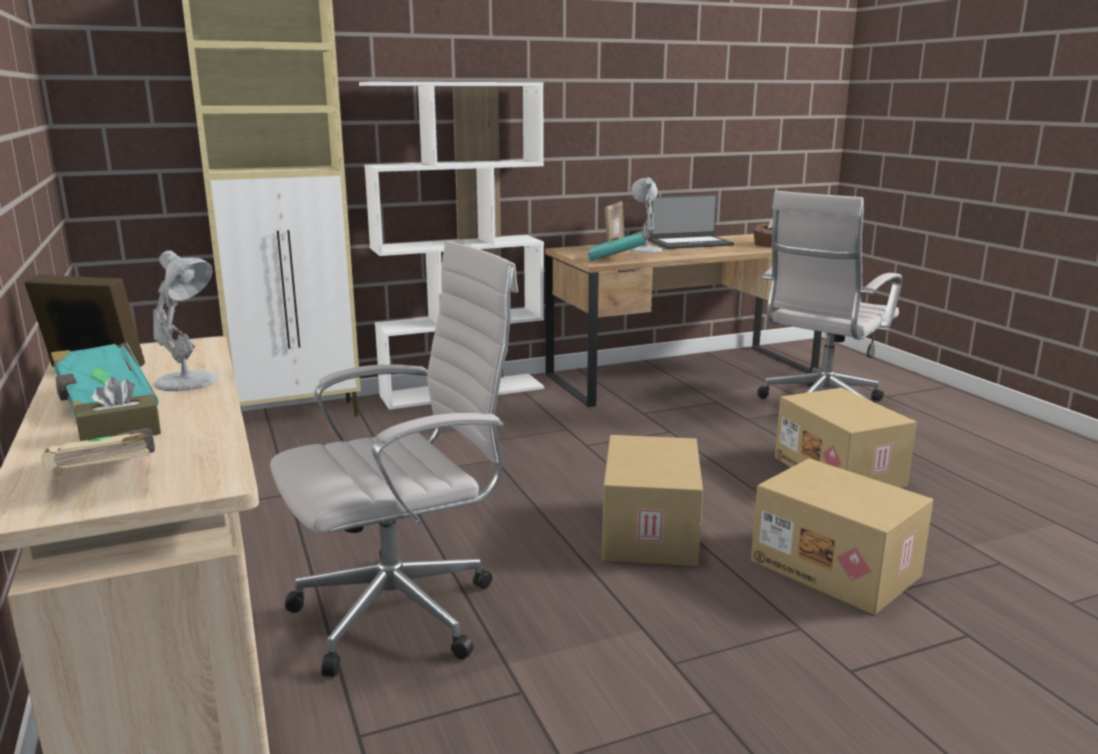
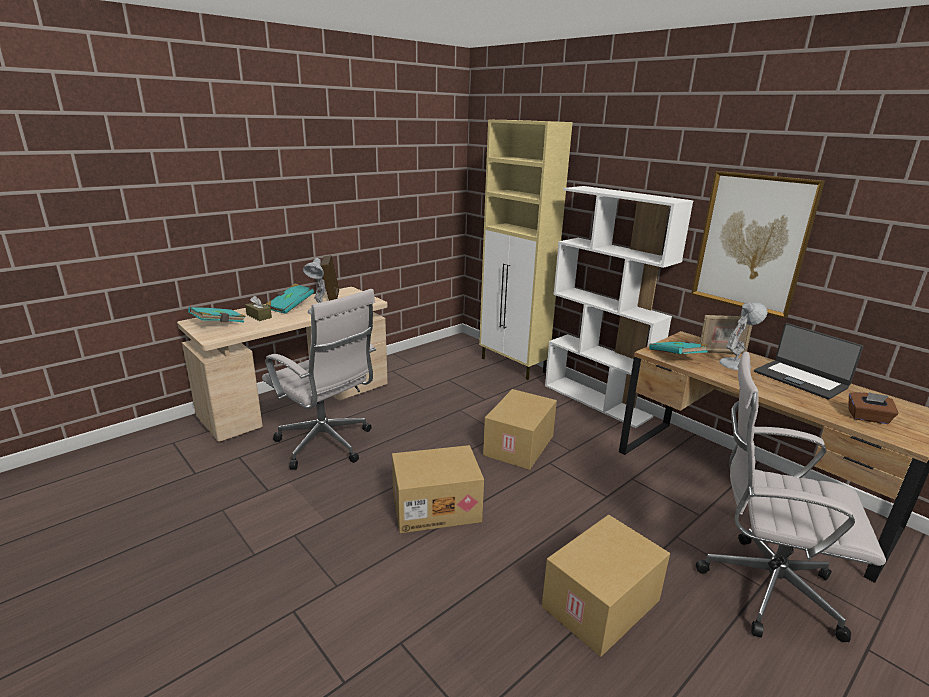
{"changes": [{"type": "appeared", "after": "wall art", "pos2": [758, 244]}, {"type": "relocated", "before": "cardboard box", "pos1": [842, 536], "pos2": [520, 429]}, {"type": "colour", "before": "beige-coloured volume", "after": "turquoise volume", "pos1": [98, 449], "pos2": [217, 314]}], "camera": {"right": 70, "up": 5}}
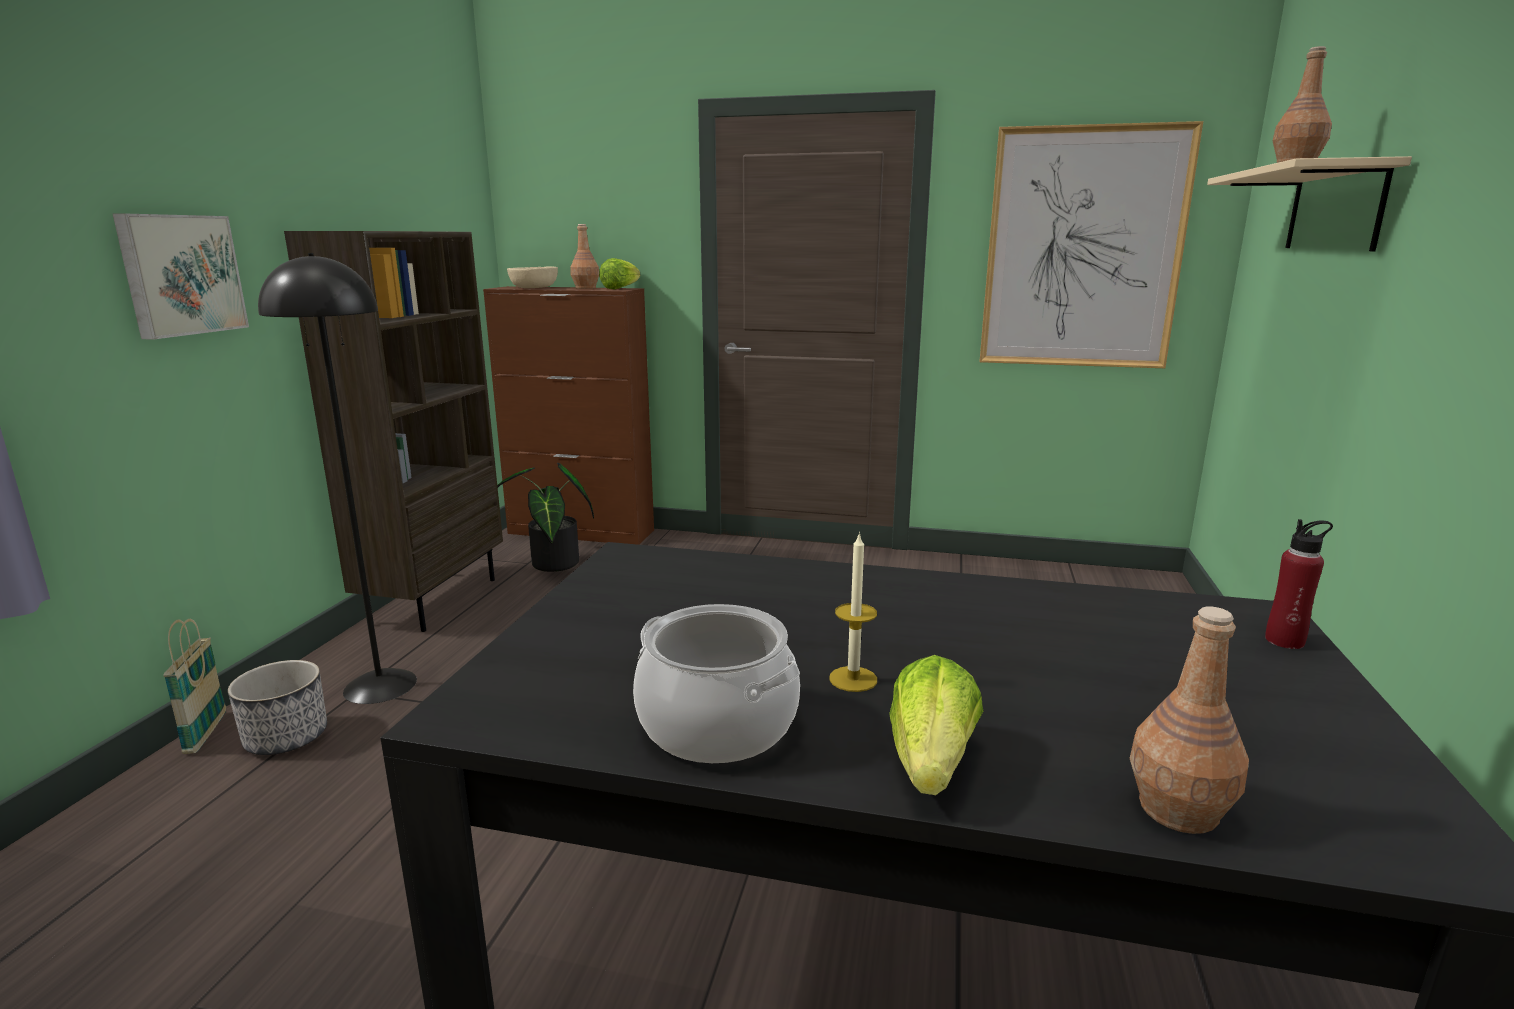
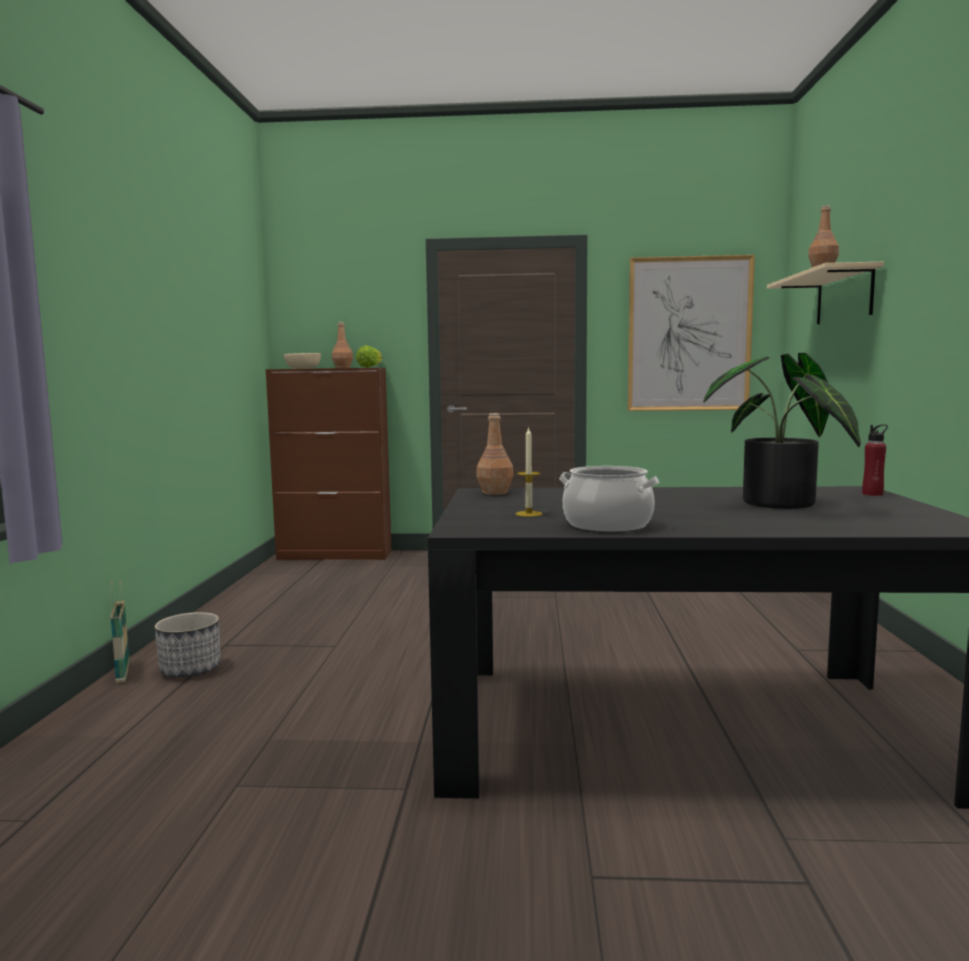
{"changes": [{"type": "missing", "before": "wall art", "pos1": [181, 276]}, {"type": "missing", "before": "black standard lamp", "pos1": [337, 478]}, {"type": "missing", "before": "brownish bookcase", "pos1": [393, 431]}, {"type": "missing", "before": "head of lettuce", "pos1": [936, 725]}, {"type": "relocated", "before": "potted plant", "pos1": [545, 517], "pos2": [782, 431]}, {"type": "relocated", "before": "wax candle", "pos1": [853, 612], "pos2": [529, 471]}, {"type": "relocated", "before": "brownish bottle", "pos1": [1189, 720], "pos2": [494, 454]}], "camera": {"right": -10, "up": -10}}
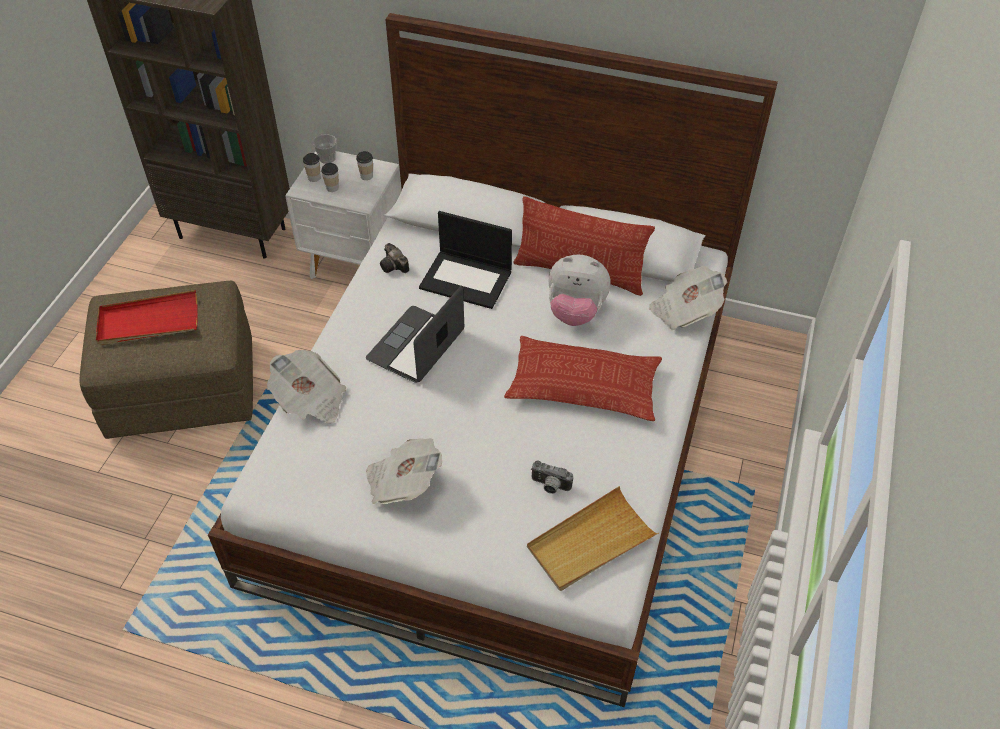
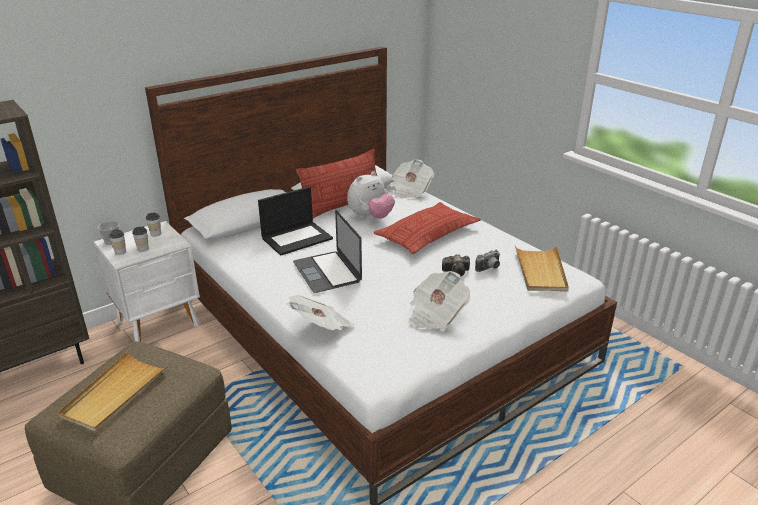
{"changes": [{"type": "relocated", "before": "photo camera", "pos1": [394, 258], "pos2": [456, 266]}, {"type": "colour", "before": "reddish carrying tray", "after": "beige-coloured carrying tray", "pos1": [147, 317], "pos2": [112, 392]}], "camera": {"right": -55, "up": -20}}
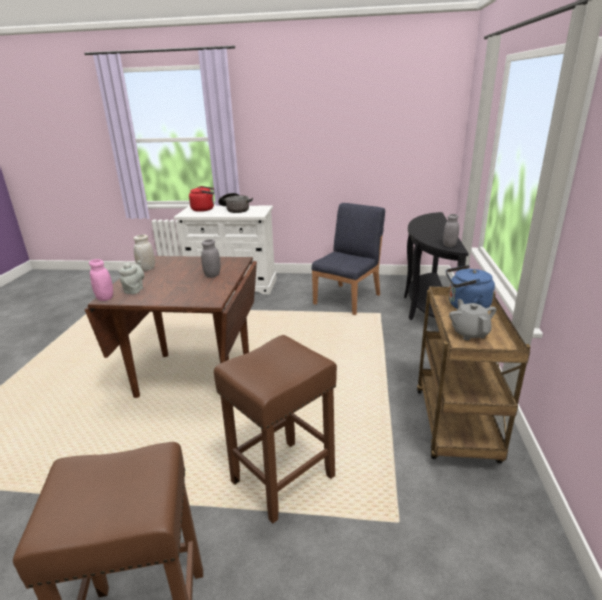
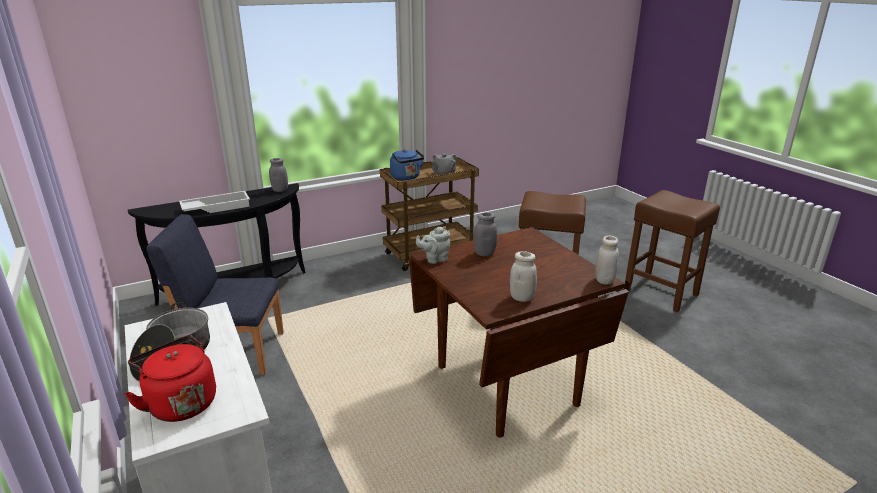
{"changes": [{"type": "appeared", "after": "white-coloured carrying tray", "pos2": [214, 202]}, {"type": "relocated", "before": "gray pot for tea", "pos1": [131, 277], "pos2": [433, 245]}, {"type": "colour", "before": "pink storage jar", "after": "white-coloured storage jar", "pos1": [101, 280], "pos2": [607, 260]}], "camera": {"right": -125, "up": 0}}
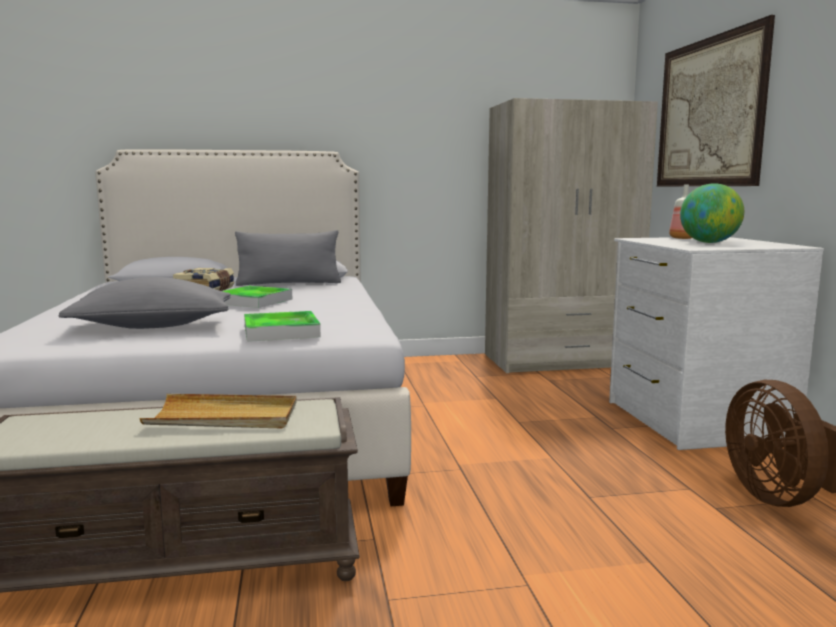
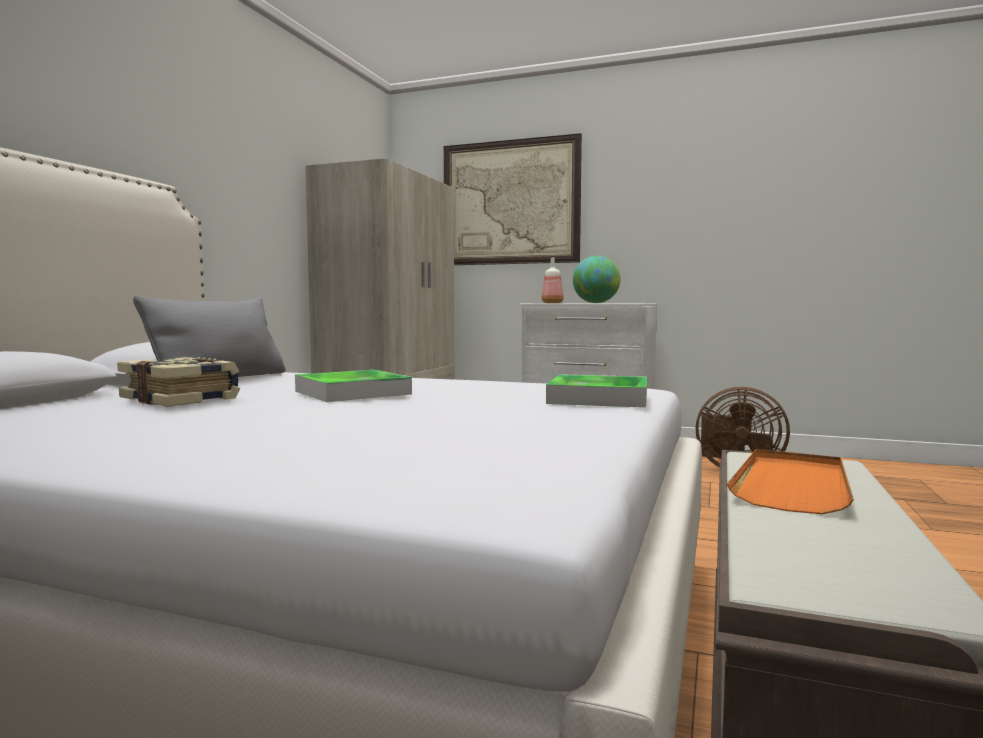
{"changes": [{"type": "missing", "before": "gray pillow", "pos1": [144, 303]}, {"type": "colour", "before": "beige-coloured carrying tray", "after": "orange carrying tray", "pos1": [218, 411], "pos2": [790, 481]}], "camera": {"right": -60, "up": -5}}
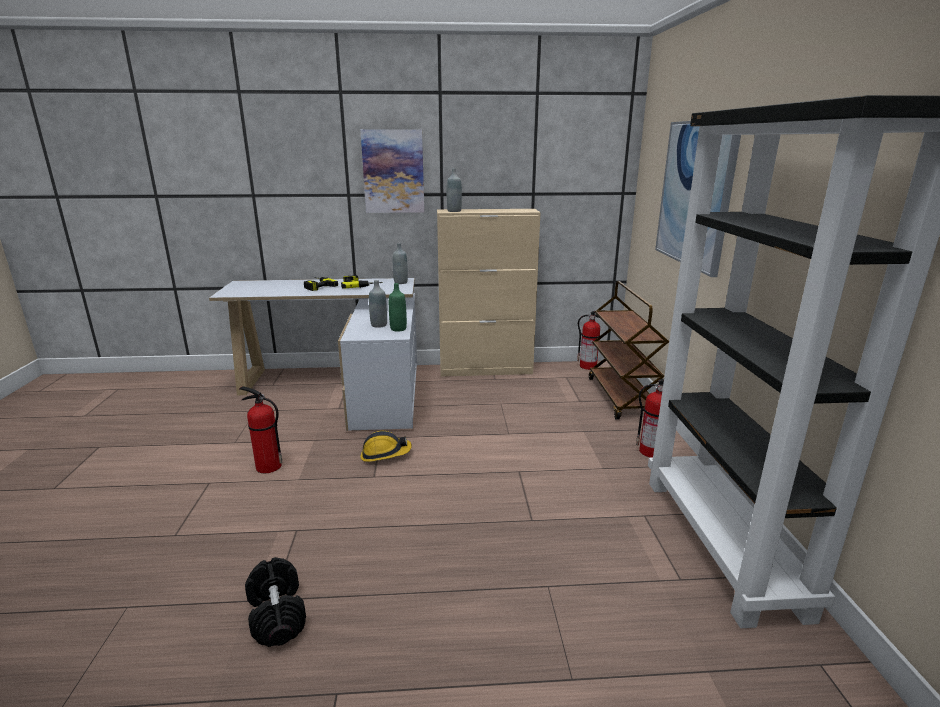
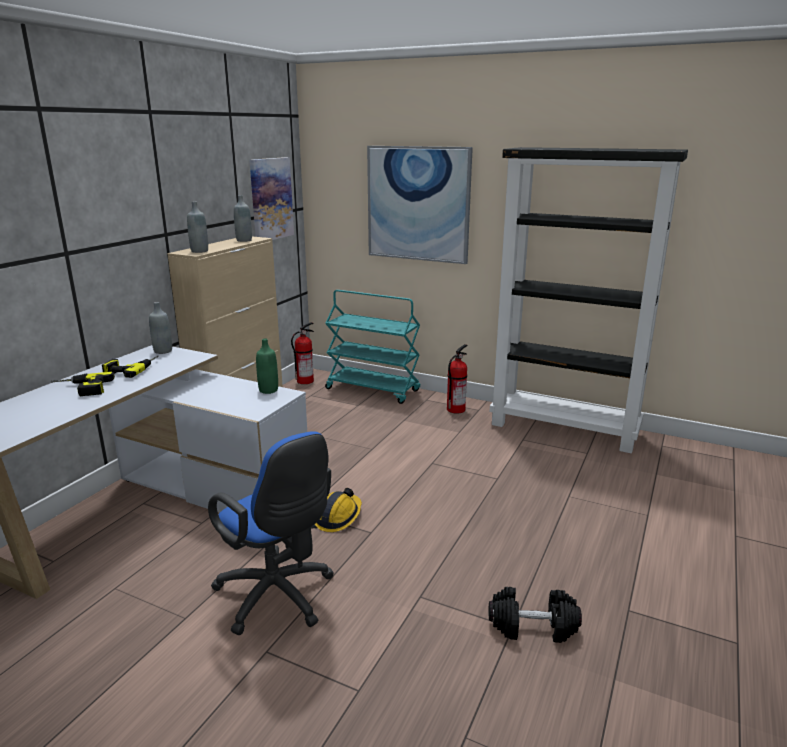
{"changes": [{"type": "relocated", "before": "wall art", "pos1": [392, 171], "pos2": [271, 198]}, {"type": "relocated", "before": "gray bottle", "pos1": [378, 304], "pos2": [243, 218]}, {"type": "exchanged", "before": "fire-fighting cylinder", "after": "bluish office chair", "pos1": [261, 429], "pos2": [271, 533]}, {"type": "colour", "before": "brownish trolley", "after": "turquoise trolley", "pos1": [629, 350], "pos2": [372, 347]}], "camera": {"right": -60, "up": 0}}
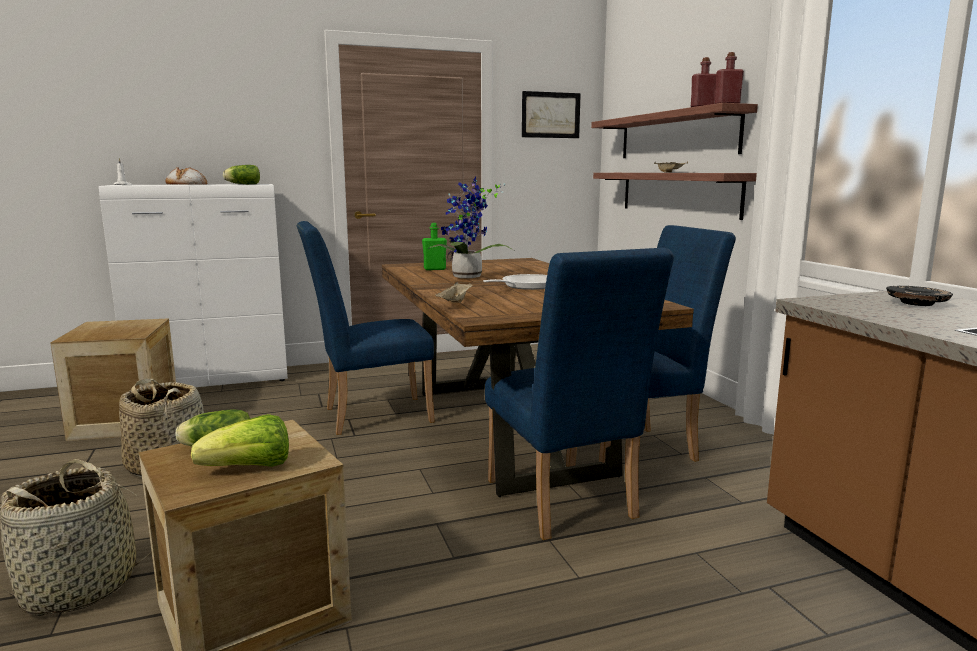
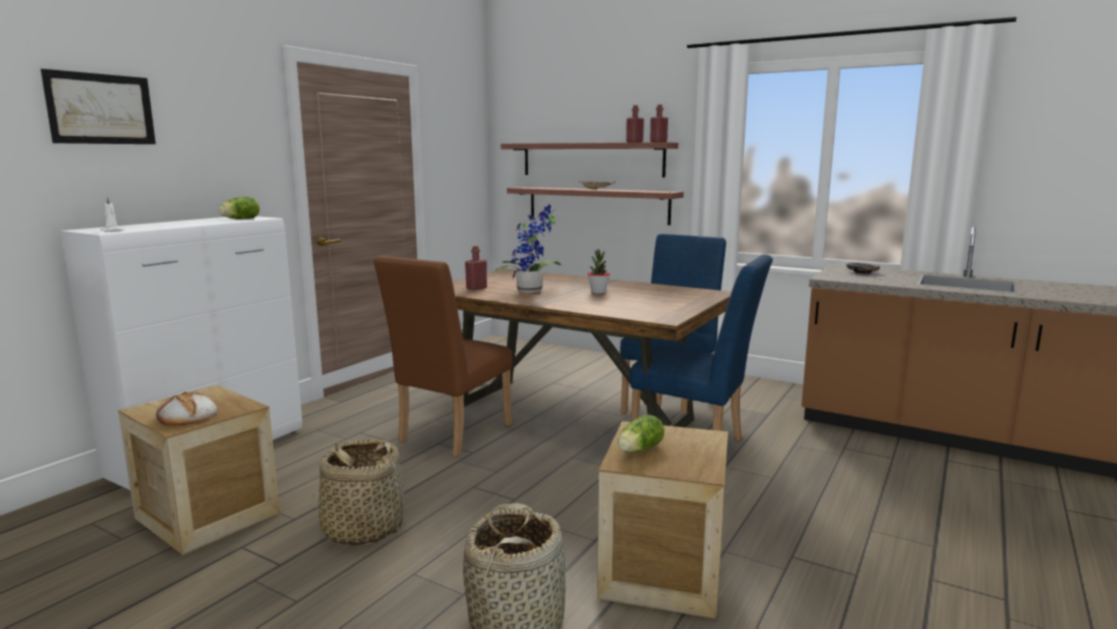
{"changes": [{"type": "missing", "before": "head of lettuce", "pos1": [240, 440]}, {"type": "missing", "before": "beige-coloured carrying tray", "pos1": [454, 292]}, {"type": "relocated", "before": "baked bread", "pos1": [186, 176], "pos2": [187, 408]}, {"type": "relocated", "before": "wall art", "pos1": [551, 114], "pos2": [98, 106]}, {"type": "exchanged", "before": "skillet", "after": "potted plant", "pos1": [515, 282], "pos2": [598, 271]}, {"type": "colour", "before": "bluish chair", "after": "brownish chair", "pos1": [366, 328], "pos2": [443, 356]}, {"type": "colour", "before": "green bottle", "after": "reddish bottle", "pos1": [434, 246], "pos2": [476, 268]}], "camera": {"right": -40, "up": 0}}
